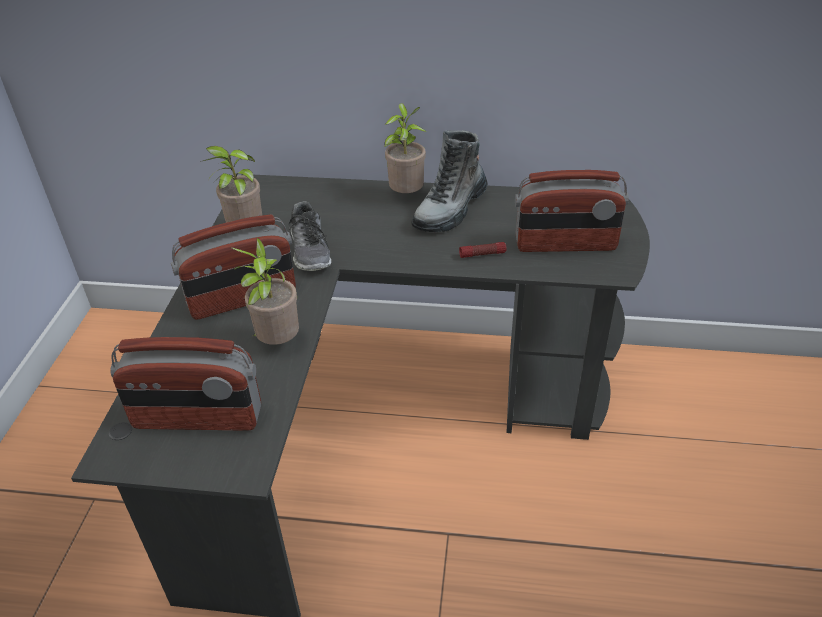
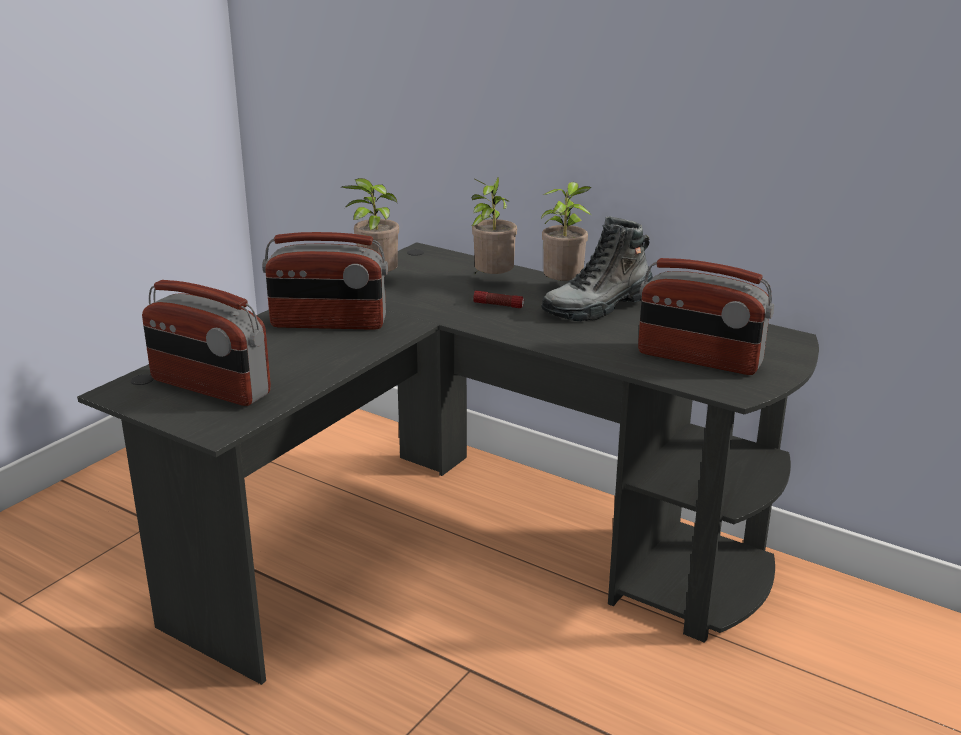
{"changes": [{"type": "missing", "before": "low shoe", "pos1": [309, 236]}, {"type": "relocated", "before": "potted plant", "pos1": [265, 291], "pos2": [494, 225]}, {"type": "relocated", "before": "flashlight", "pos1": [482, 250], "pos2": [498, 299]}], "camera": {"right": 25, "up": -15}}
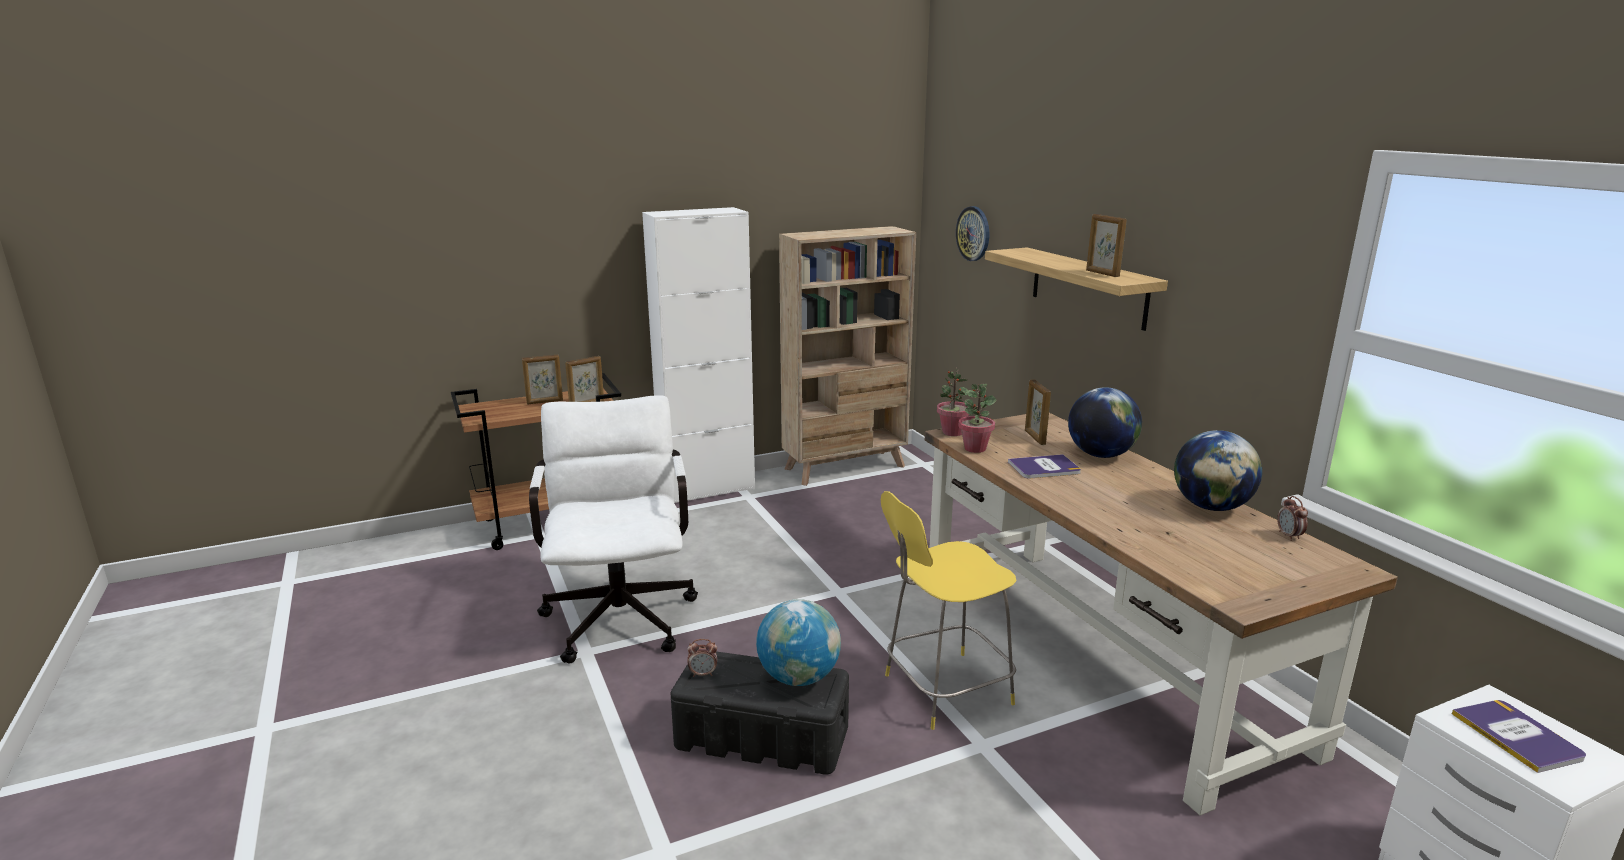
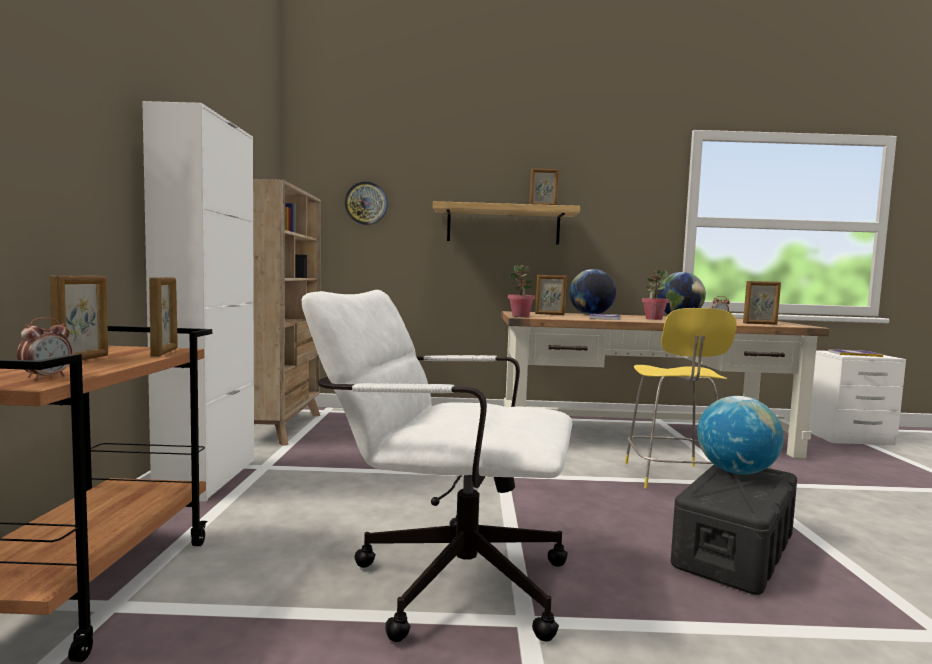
{"changes": [{"type": "appeared", "after": "picture frame", "pos2": [762, 303]}, {"type": "relocated", "before": "bedside clock", "pos1": [702, 658], "pos2": [44, 348]}, {"type": "relocated", "before": "potted plant", "pos1": [977, 418], "pos2": [655, 295]}], "camera": {"right": -65, "up": -15}}
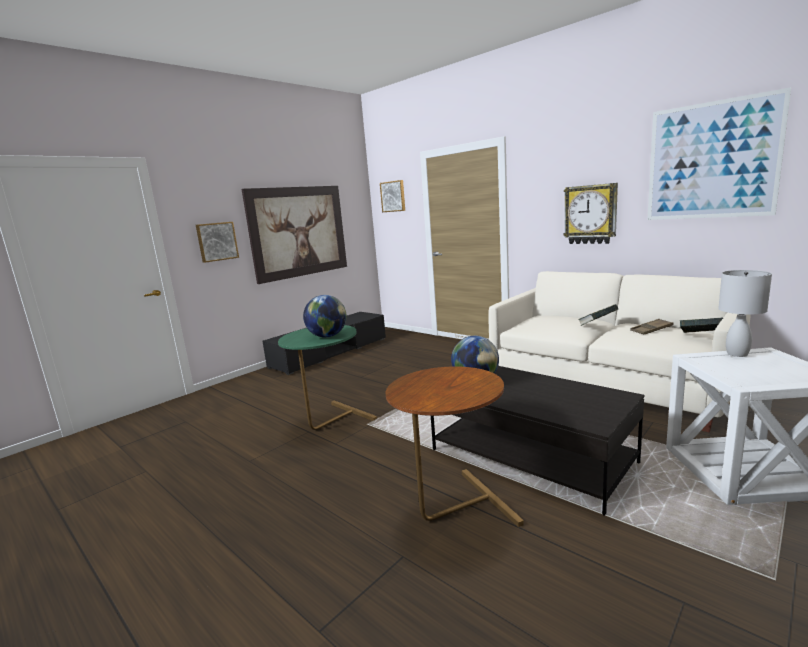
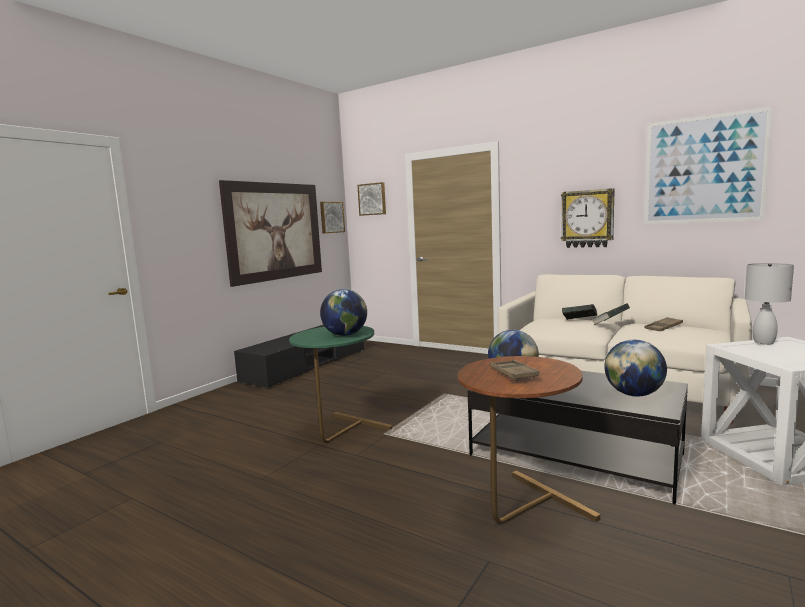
{"changes": [{"type": "appeared", "after": "brownish carrying tray", "pos2": [515, 370]}, {"type": "appeared", "after": "globe", "pos2": [635, 368]}, {"type": "relocated", "before": "wall art", "pos1": [217, 242], "pos2": [332, 217]}, {"type": "relocated", "before": "volume", "pos1": [701, 325], "pos2": [579, 312]}], "camera": {"right": -10, "up": -5}}
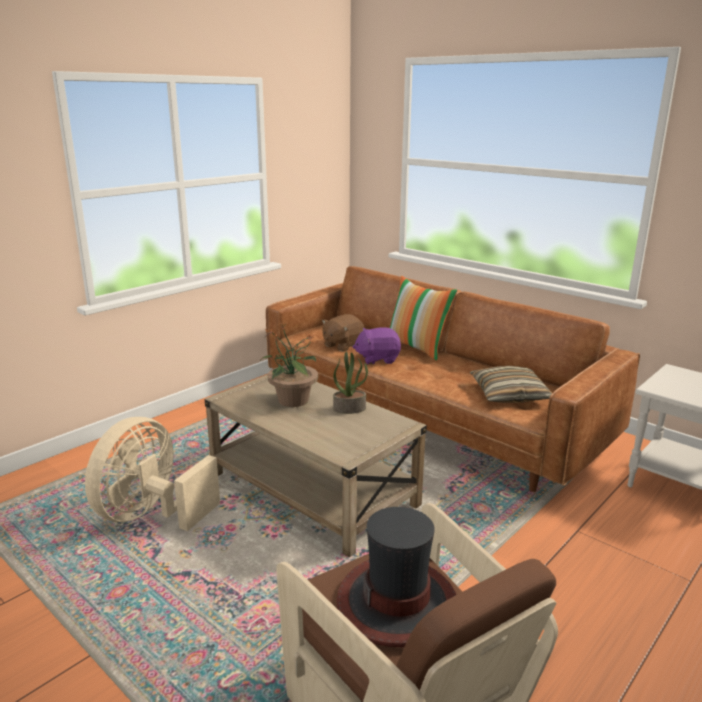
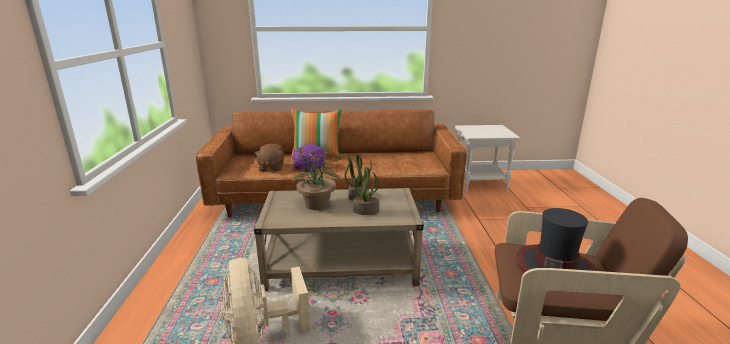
{"changes": [{"type": "missing", "before": "pillow", "pos1": [511, 384]}, {"type": "appeared", "after": "potted plant", "pos2": [366, 191]}], "camera": {"right": -45, "up": 0}}
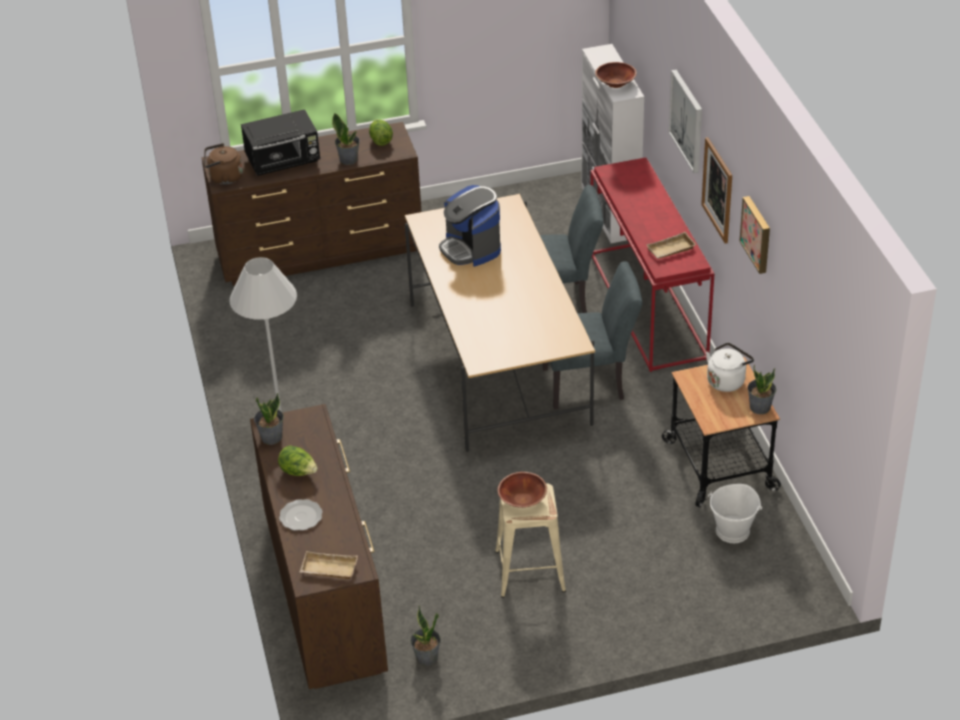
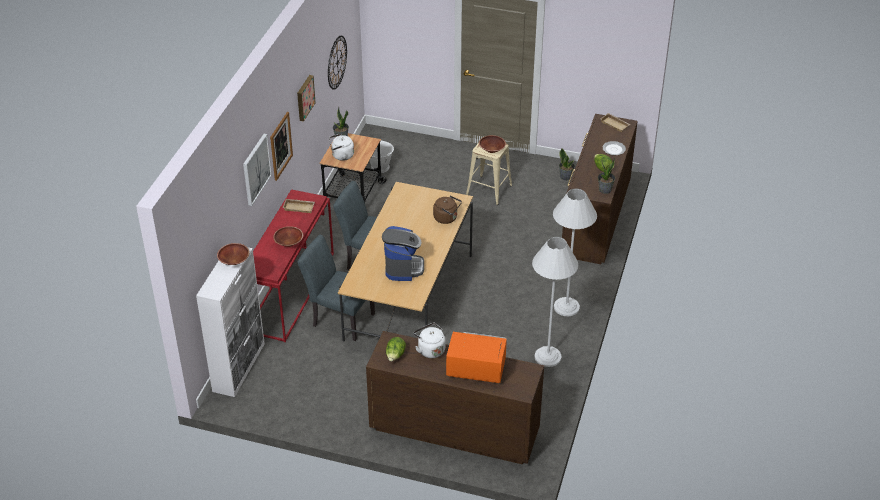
{"changes": [{"type": "appeared", "after": "brownish serving bowl", "pos2": [288, 236]}, {"type": "appeared", "after": "hanging clock", "pos2": [337, 63]}, {"type": "appeared", "after": "white-coloured standard lamp", "pos2": [555, 302]}, {"type": "relocated", "before": "brownish kettle", "pos1": [223, 164], "pos2": [447, 209]}, {"type": "exchanged", "before": "potted plant", "after": "white-coloured kettle", "pos1": [346, 139], "pos2": [429, 340]}, {"type": "colour", "before": "black microwave oven", "after": "orange microwave oven", "pos1": [280, 142], "pos2": [476, 357]}], "camera": {"right": -150, "up": 0}}
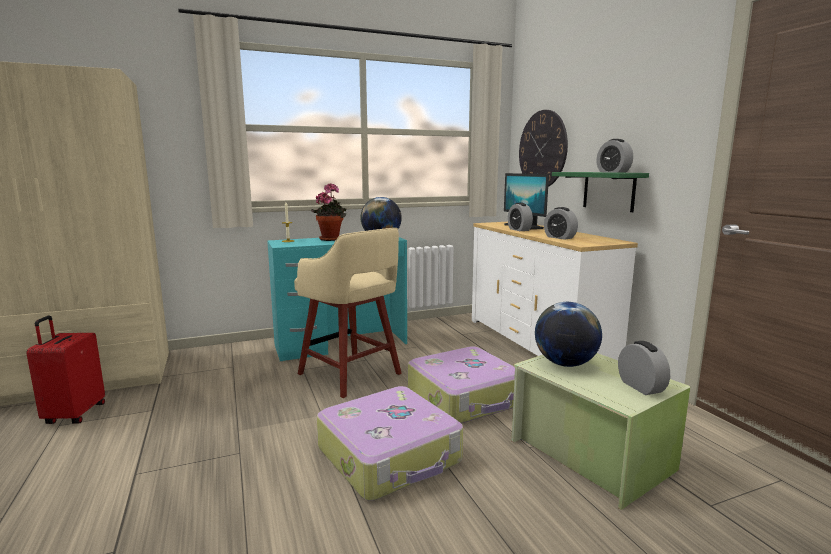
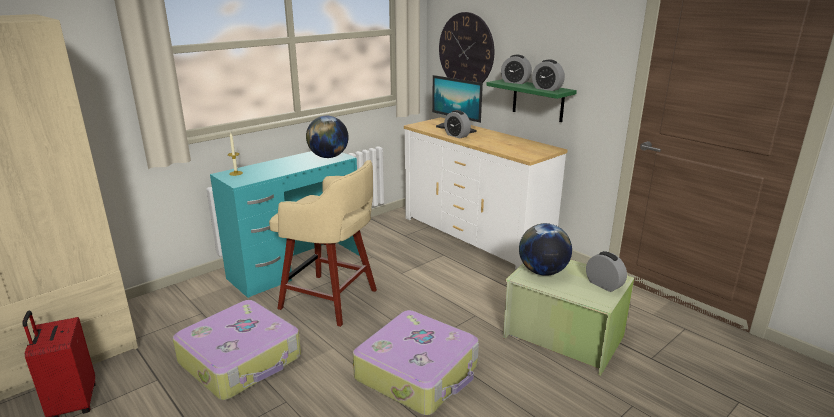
{"changes": [{"type": "missing", "before": "potted plant", "pos1": [328, 212]}, {"type": "relocated", "before": "piece of luggage", "pos1": [461, 385], "pos2": [237, 350]}, {"type": "relocated", "before": "bedside clock", "pos1": [561, 223], "pos2": [516, 69]}], "camera": {"right": -20, "up": 10}}
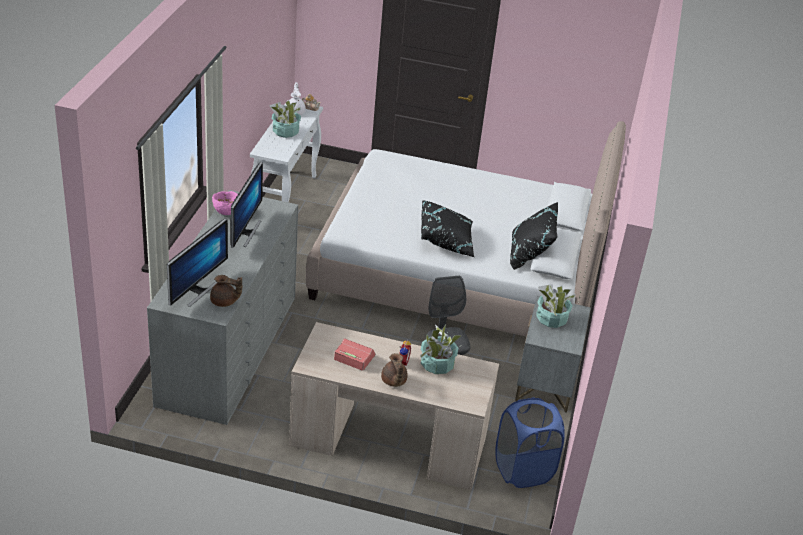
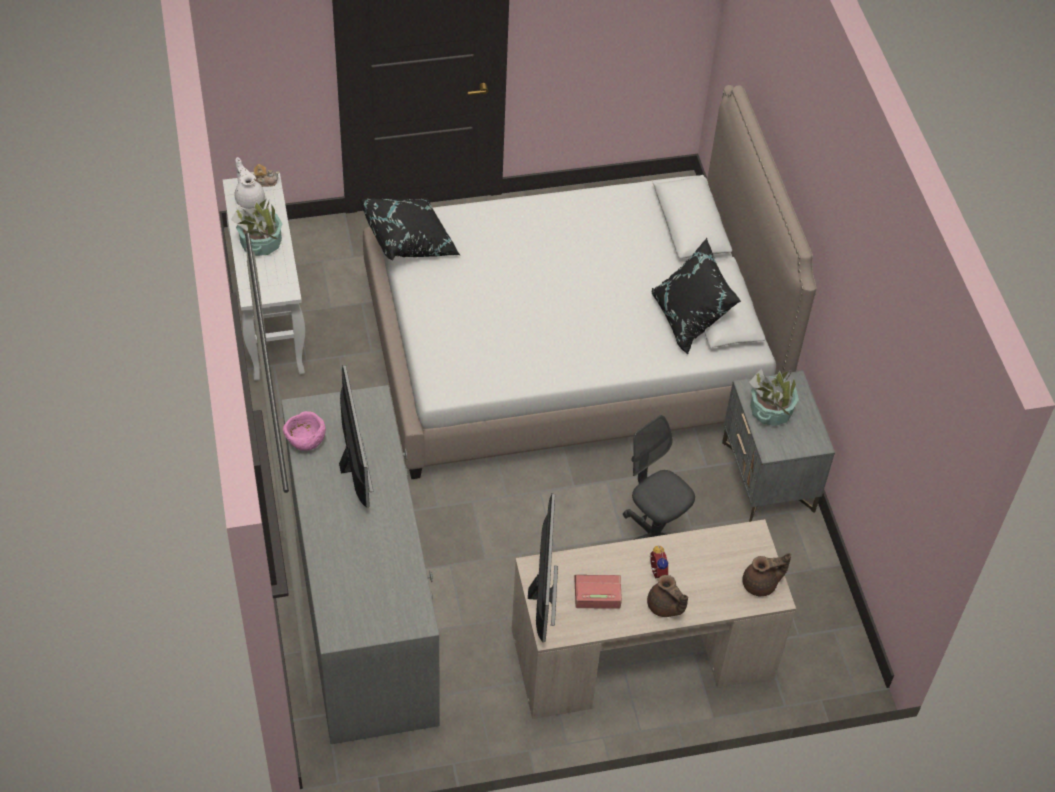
{"changes": [{"type": "missing", "before": "potted plant", "pos1": [441, 349]}, {"type": "missing", "before": "bluish laundry basket", "pos1": [530, 442]}, {"type": "relocated", "before": "monitor", "pos1": [197, 262], "pos2": [543, 567]}, {"type": "relocated", "before": "brownish pot for tea", "pos1": [226, 291], "pos2": [766, 574]}, {"type": "relocated", "before": "black pillow", "pos1": [447, 228], "pos2": [409, 229]}], "camera": {"right": -25, "up": 15}}
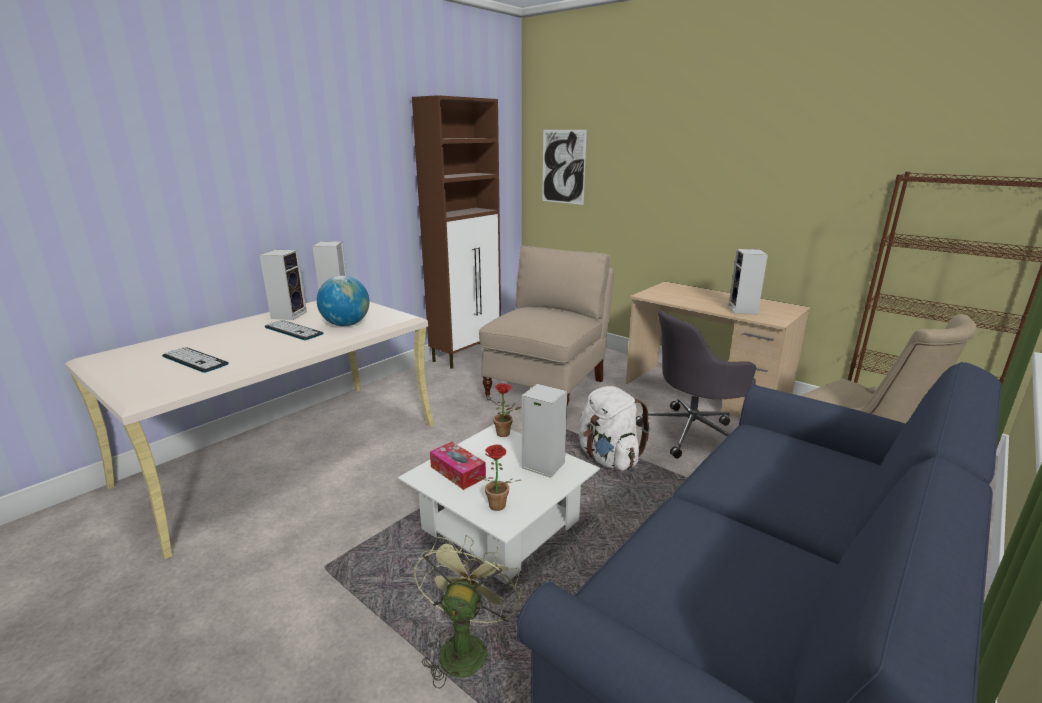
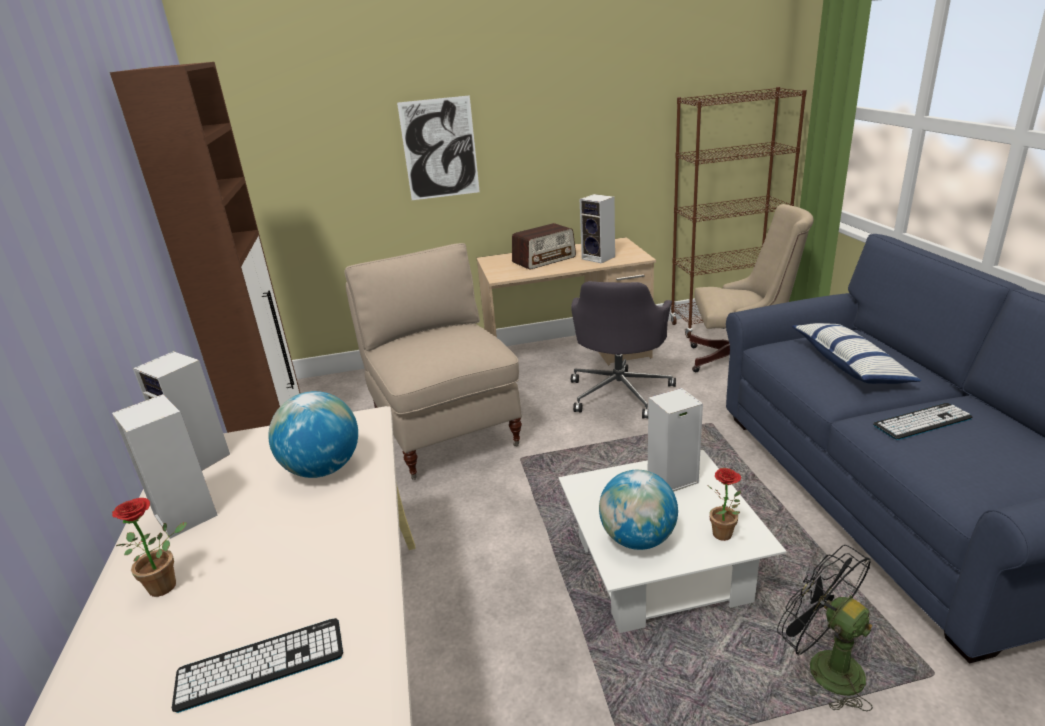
{"changes": [{"type": "missing", "before": "white-coloured rucksack", "pos1": [615, 428]}, {"type": "appeared", "after": "radio", "pos2": [544, 246]}, {"type": "appeared", "after": "pillow", "pos2": [856, 353]}, {"type": "relocated", "before": "keyboard", "pos1": [293, 330], "pos2": [923, 421]}, {"type": "relocated", "before": "potted plant", "pos1": [505, 410], "pos2": [149, 547]}, {"type": "relocated", "before": "wall art", "pos1": [564, 167], "pos2": [438, 147]}, {"type": "exchanged", "before": "tissue holder", "after": "globe", "pos1": [458, 466], "pos2": [638, 510]}, {"type": "colour", "before": "green electric fan", "after": "black electric fan", "pos1": [467, 612], "pos2": [825, 628]}], "camera": {"right": -50, "up": 5}}
